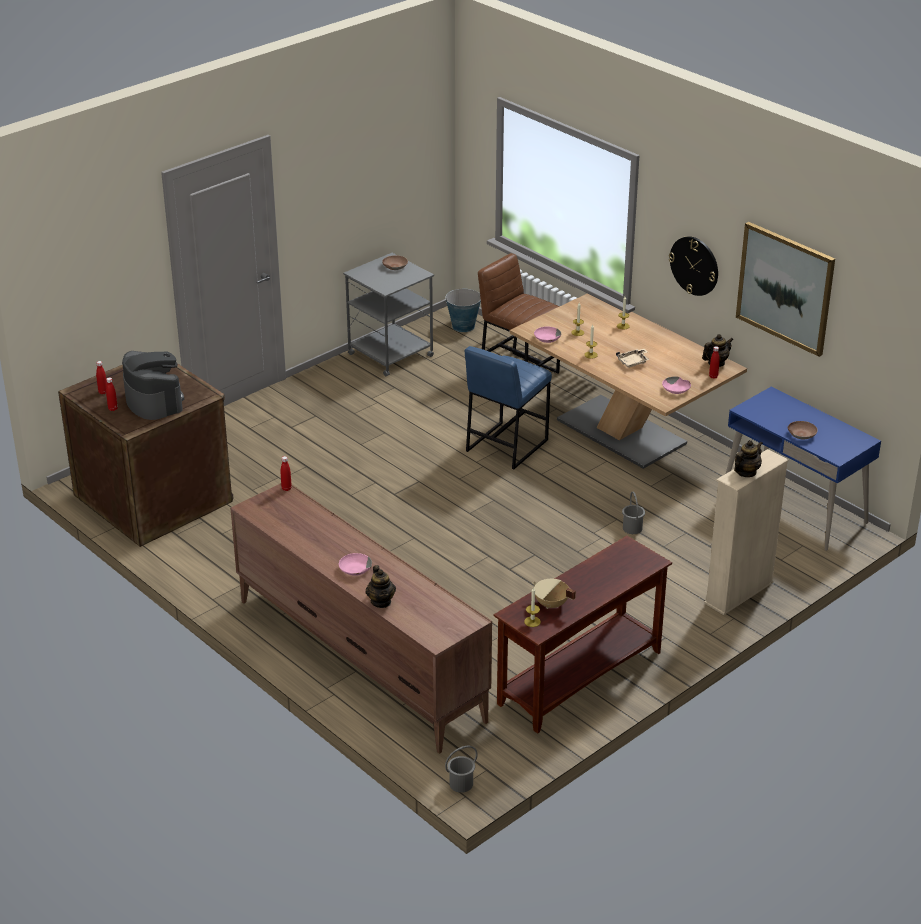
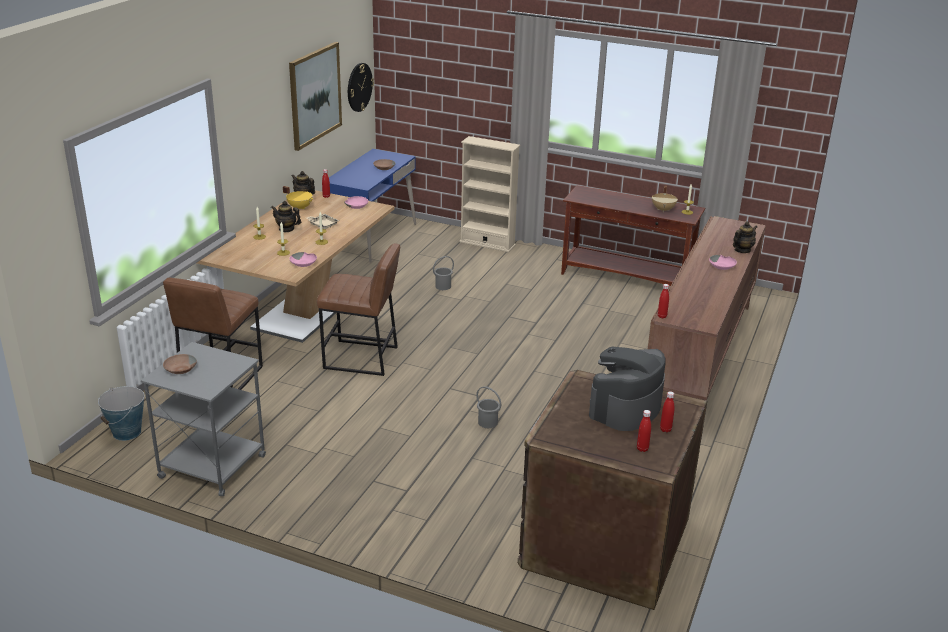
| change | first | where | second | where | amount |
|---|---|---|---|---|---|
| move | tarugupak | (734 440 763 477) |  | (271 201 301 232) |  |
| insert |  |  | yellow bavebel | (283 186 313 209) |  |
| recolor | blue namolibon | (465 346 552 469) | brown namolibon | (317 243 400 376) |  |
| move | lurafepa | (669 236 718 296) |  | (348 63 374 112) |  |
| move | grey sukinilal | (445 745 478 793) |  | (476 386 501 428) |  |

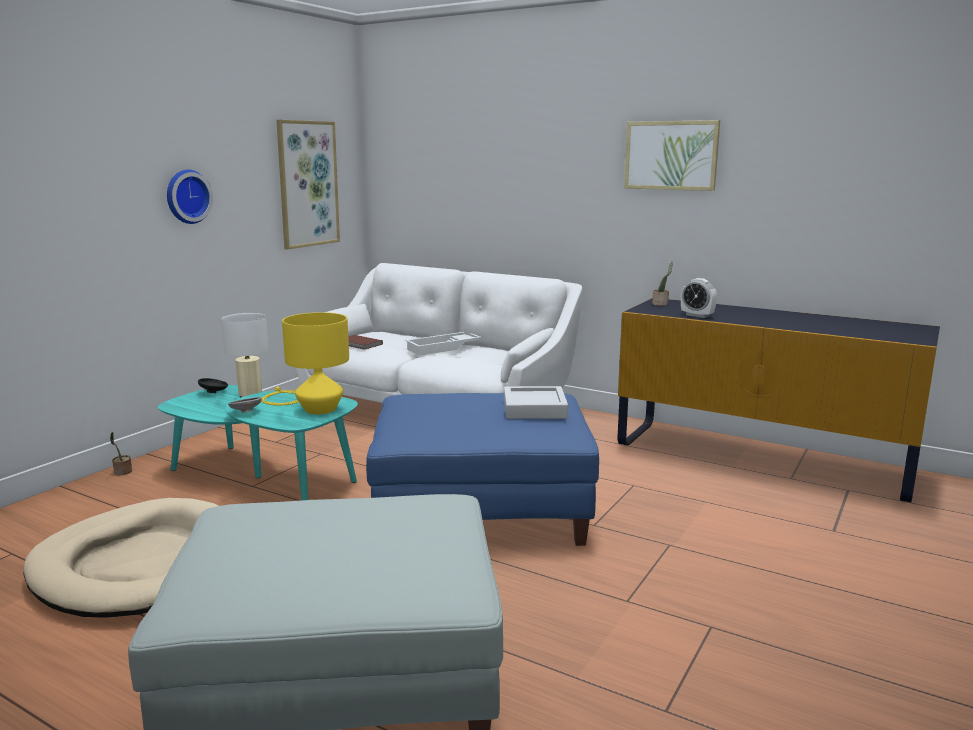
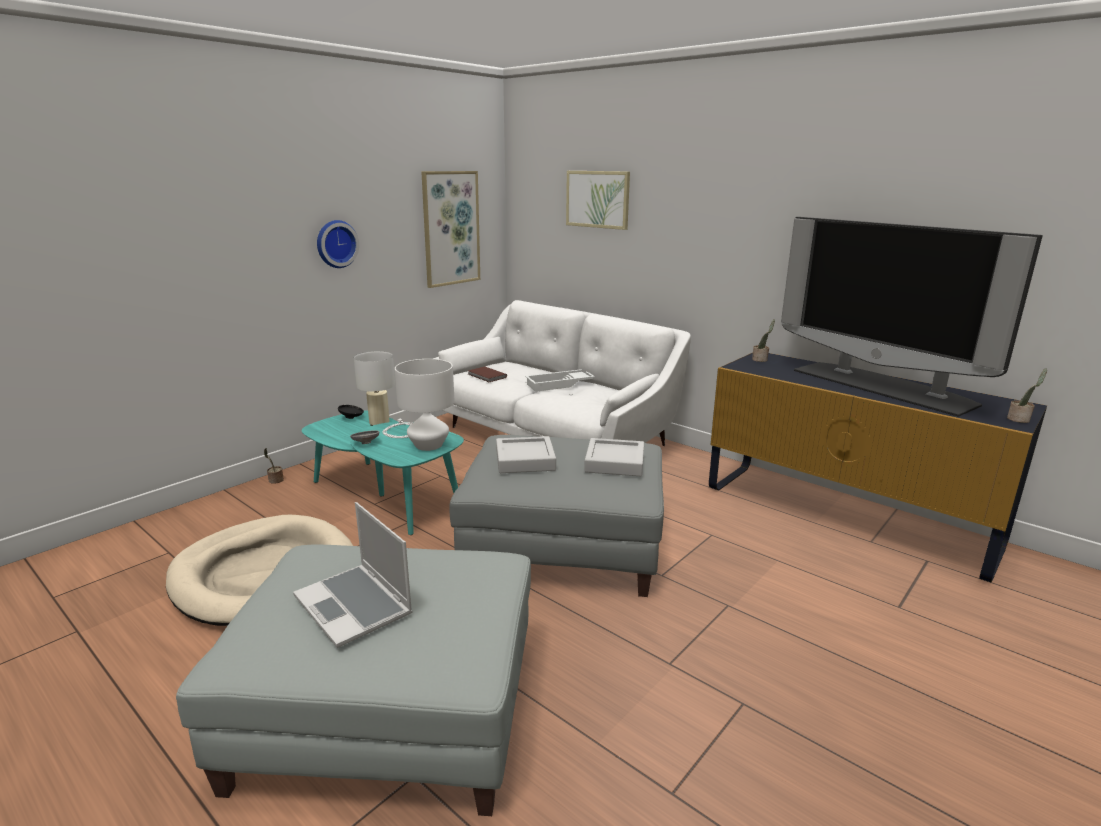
| change | first | where | second | where | amount |
|---|---|---|---|---|---|
| insert |  |  | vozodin | (293 502 412 648) |  |
| recolor | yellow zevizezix | (261 312 349 414) | white zevizezix | (383 359 454 451) |  |
| recolor | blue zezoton | (366 393 599 546) | grey zezoton | (450 435 664 597) |  |
| insert |  |  | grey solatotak | (496 436 556 473) |  |
| move | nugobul | (624 120 720 191) |  | (566 171 630 230) |  |
| insert |  |  | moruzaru | (781 217 1043 417) |  |
| insert |  |  | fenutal | (1007 368 1047 423) |  |
| delete | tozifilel | (681 278 717 318) |  |  |  |

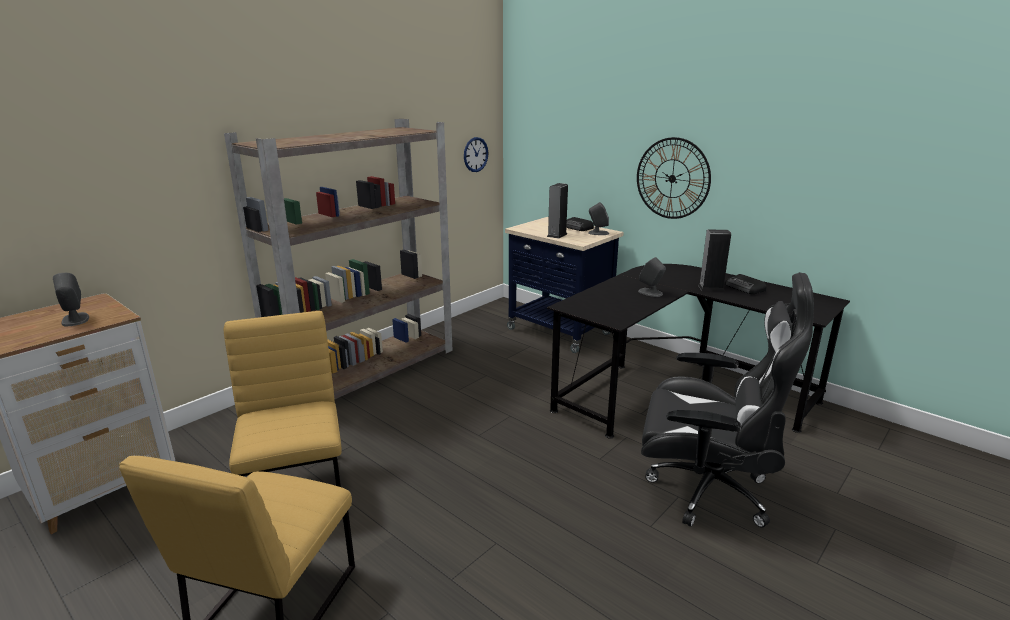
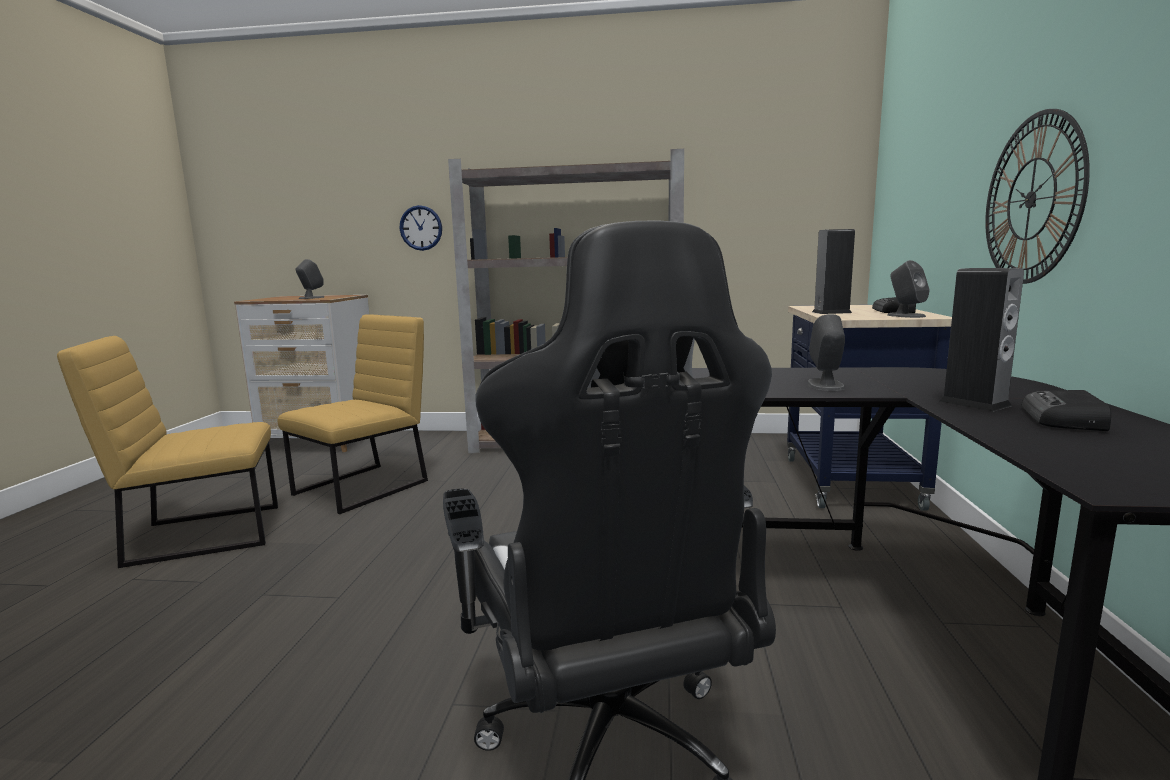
| change | first | where | second | where | amount |
|---|---|---|---|---|---|
| move | lurafepa | (464 137 488 172) |  | (400 205 442 251) |  |

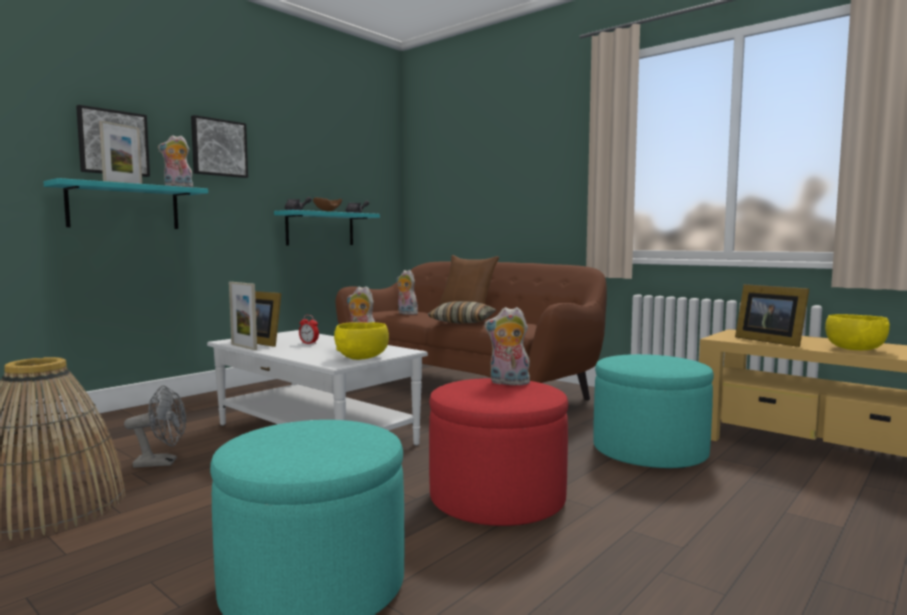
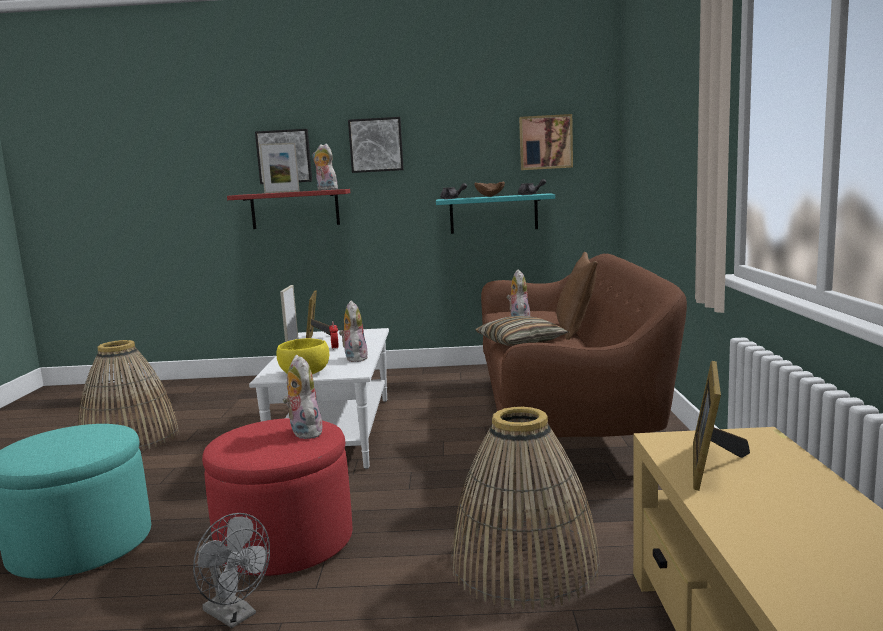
| change | first | where | second | where | amount |
|---|---|---|---|---|---|
| move | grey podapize | (124 385 186 468) |  | (193 513 270 628) |  |
| recolor | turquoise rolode | (43 178 208 229) | red rolode | (227 189 350 229) |  |
| replace | turquoise zezoton | (593 354 714 468) | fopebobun | (451 407 600 610) |  |
| insert |  |  | nugobul | (519 114 573 170) |  |
| delete | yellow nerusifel | (825 314 890 350) |  |  |  |

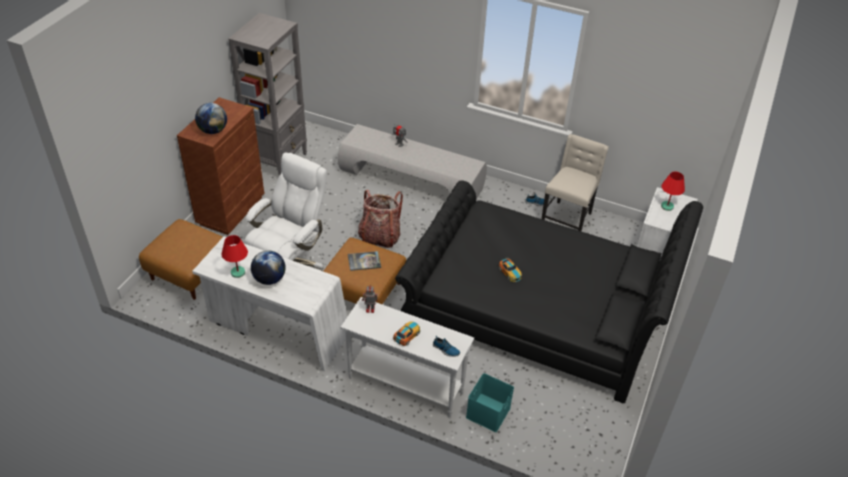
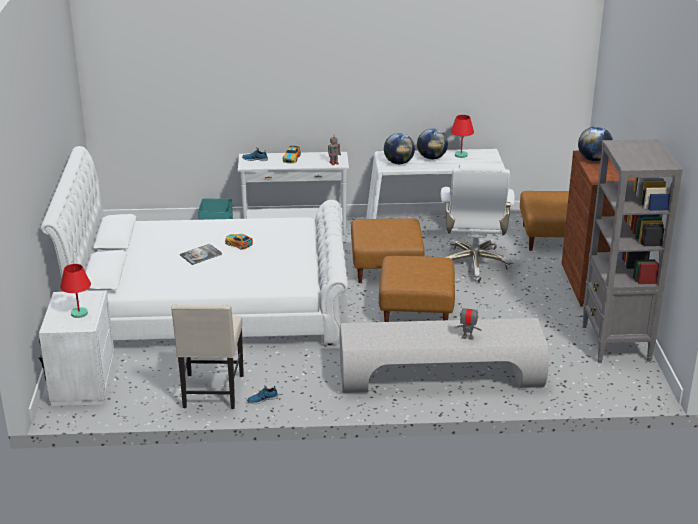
| change | first | where | second | where | amount |
|---|---|---|---|---|---|
| recolor | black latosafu | (395 180 703 404) | white latosafu | (41 146 348 345) |  |
| move | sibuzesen | (348 251 381 271) |  | (180 244 222 265) |  |
| replace | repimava | (358 190 403 248) | brown zezoton | (379 256 455 322) |  |
| insert |  |  | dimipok | (384 133 415 164) |  |

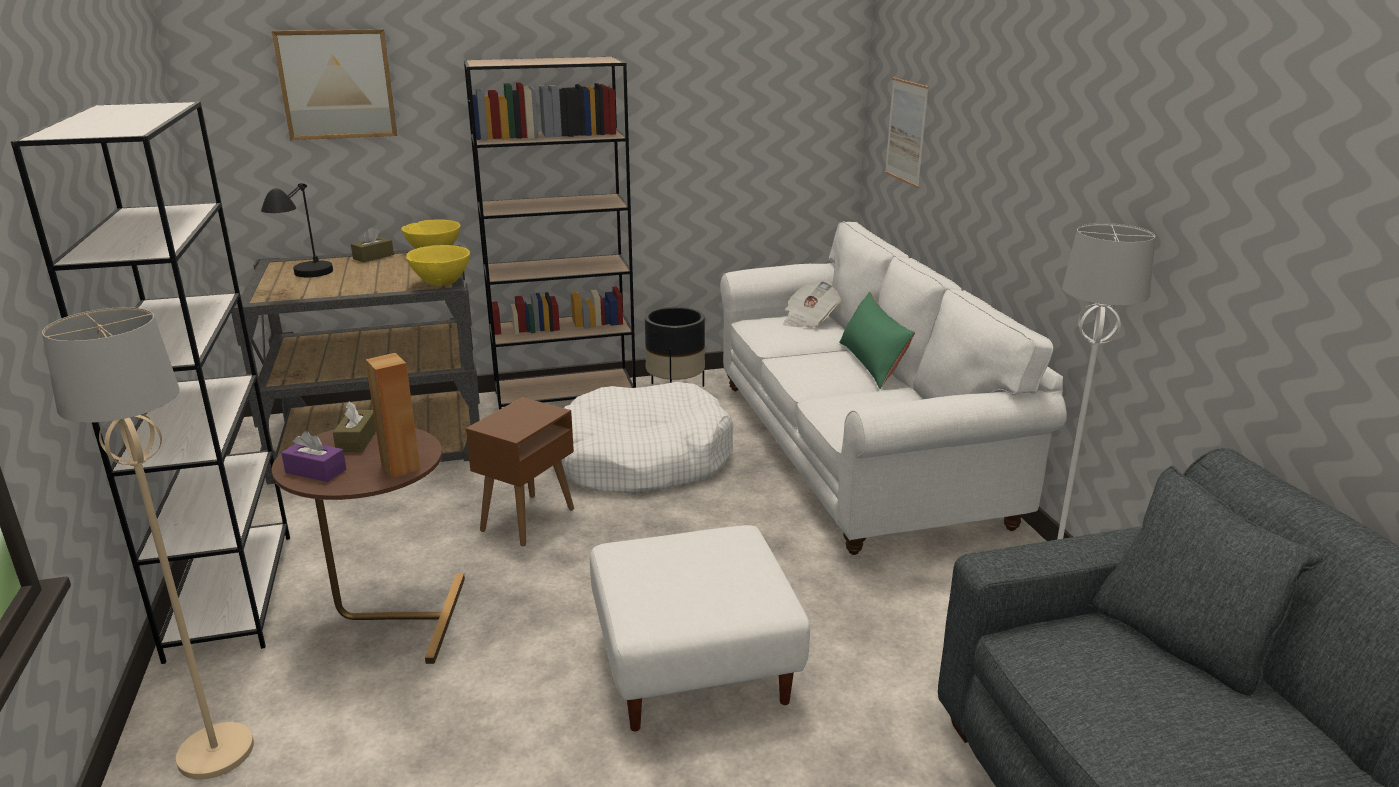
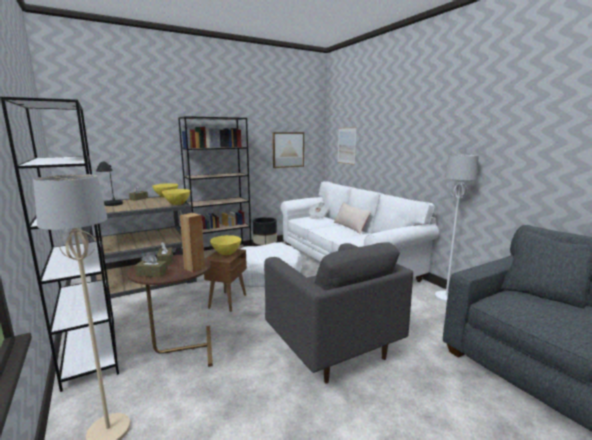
| change | first | where | second | where | amount |
|---|---|---|---|---|---|
| recolor | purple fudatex | (281 431 346 482) | brown fudatex | (135 253 168 277) |  |
| insert |  |  | yellow nerusifel | (210 235 241 255) |  |
| replace | white zezoton | (590 525 810 731) | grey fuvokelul | (264 242 413 384) |  |
| move | nugobul | (272 29 397 140) |  | (272 132 304 168) |  |
| recolor | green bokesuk | (839 292 915 389) | beige bokesuk | (334 202 371 234) |  |

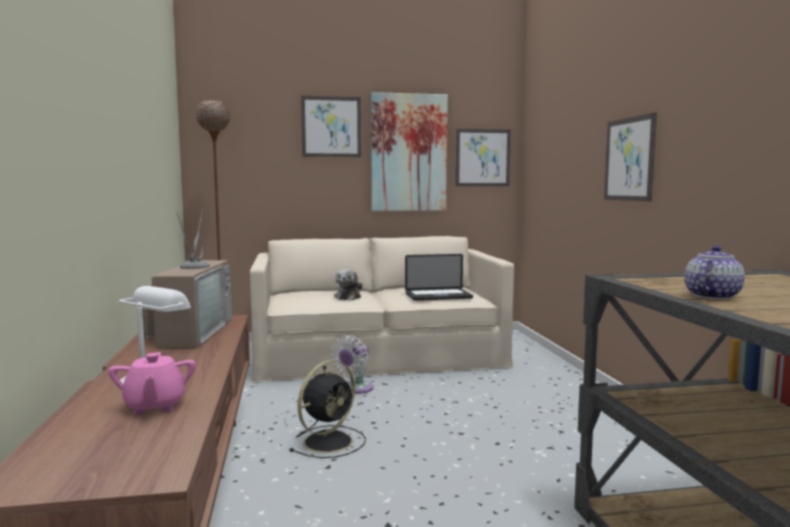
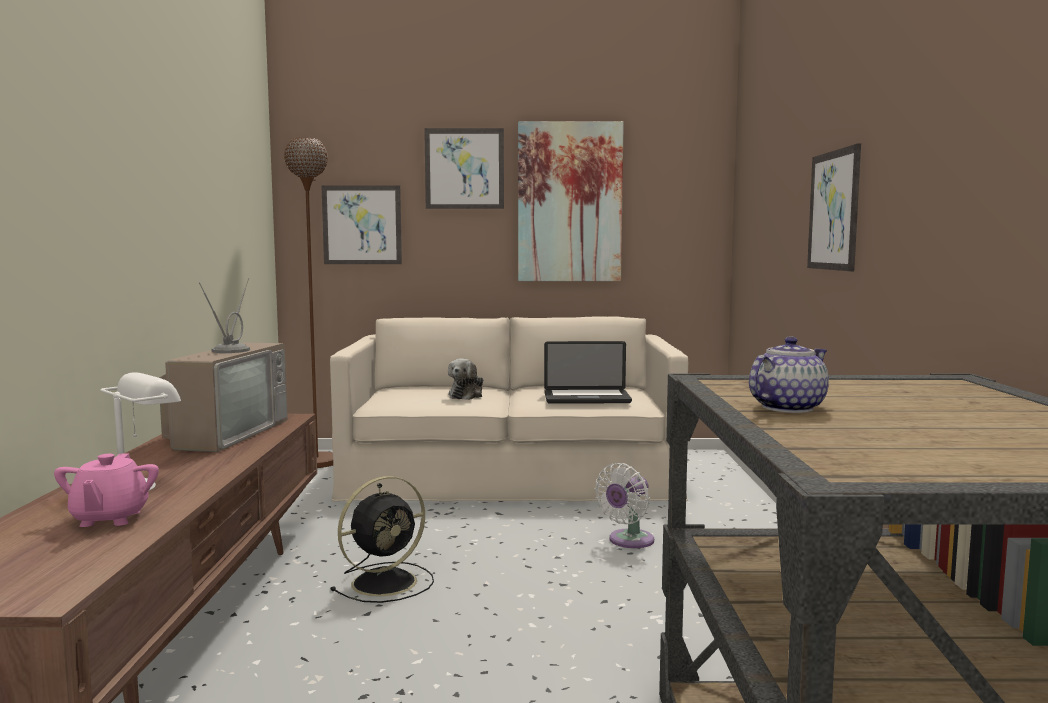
| change | first | where | second | where | amount |
|---|---|---|---|---|---|
| move | nugobul | (455 129 511 186) |  | (321 185 402 264) |  |
| move | white podapize | (331 335 373 394) |  | (595 463 654 548) |  |

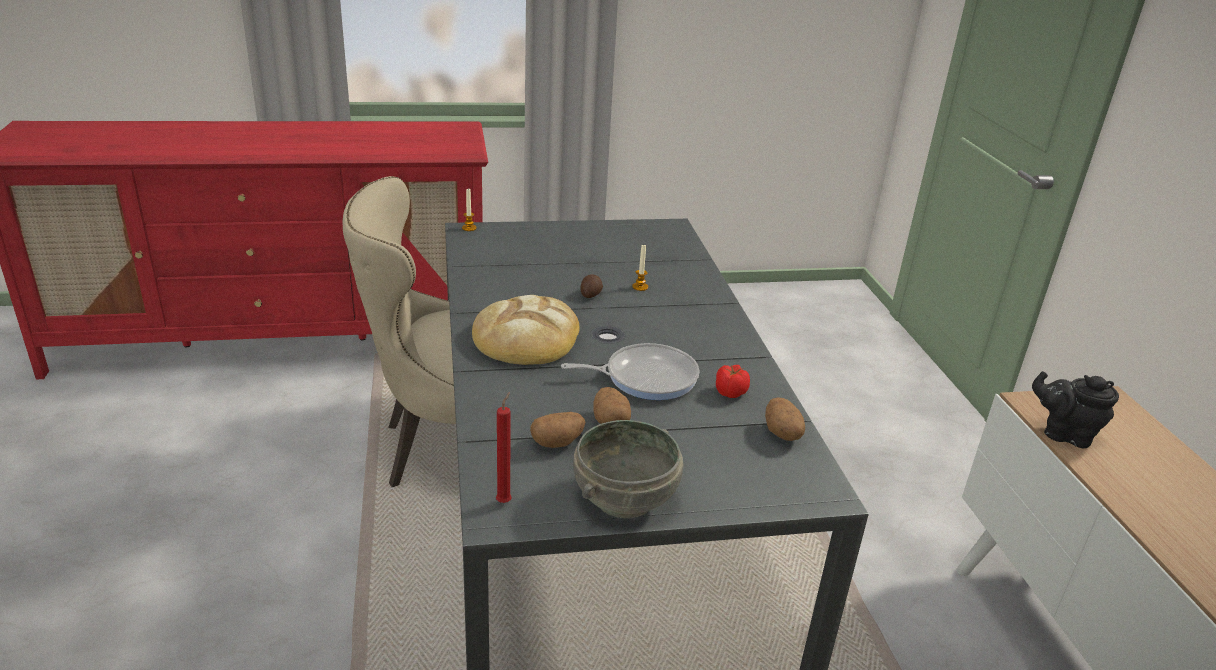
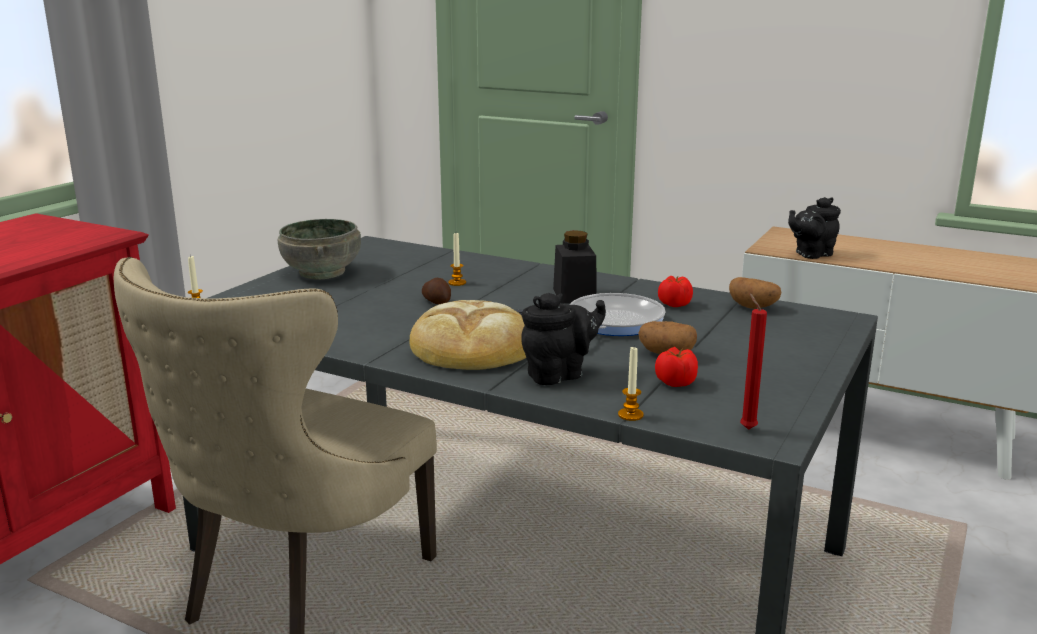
| change | first | where | second | where | amount |
|---|---|---|---|---|---|
| move | grey nerusifel | (573 420 684 518) |  | (278 219 361 280) |  |
| insert |  |  | black tarugupak | (521 293 606 385) |  |
| insert |  |  | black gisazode | (553 230 597 304) |  |
| insert |  |  | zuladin | (618 347 644 421) |  |
| replace | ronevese | (530 412 585 448) | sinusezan | (655 347 698 387) |  |

